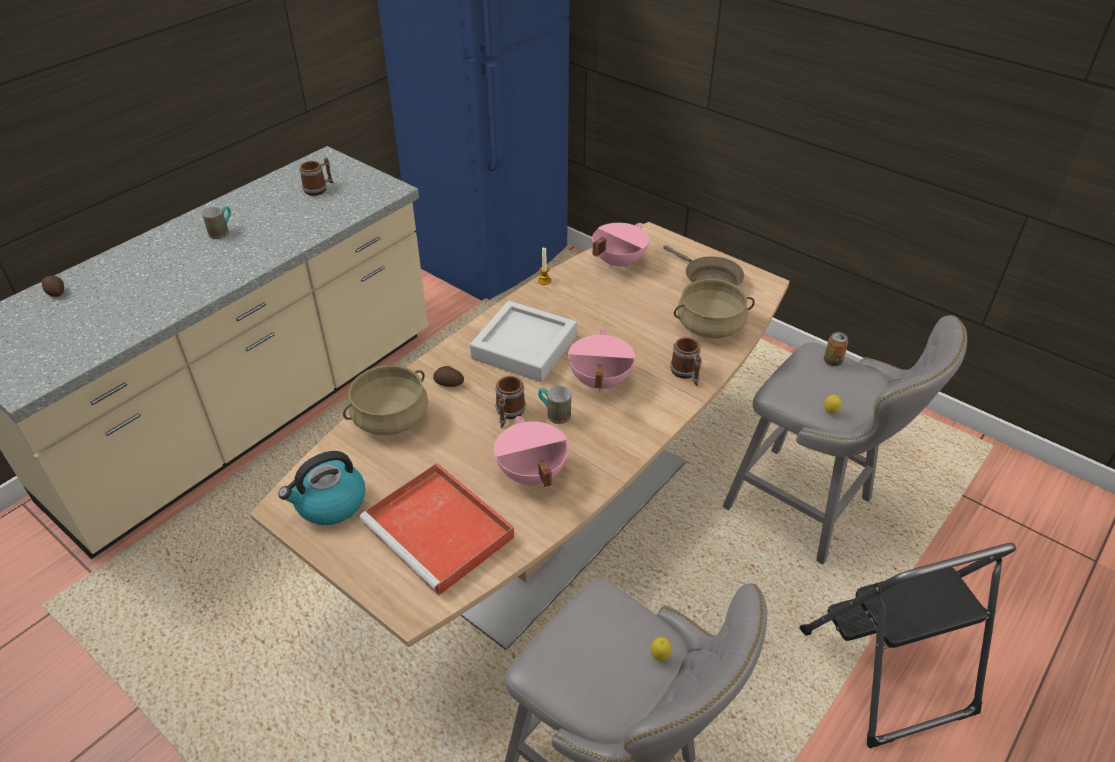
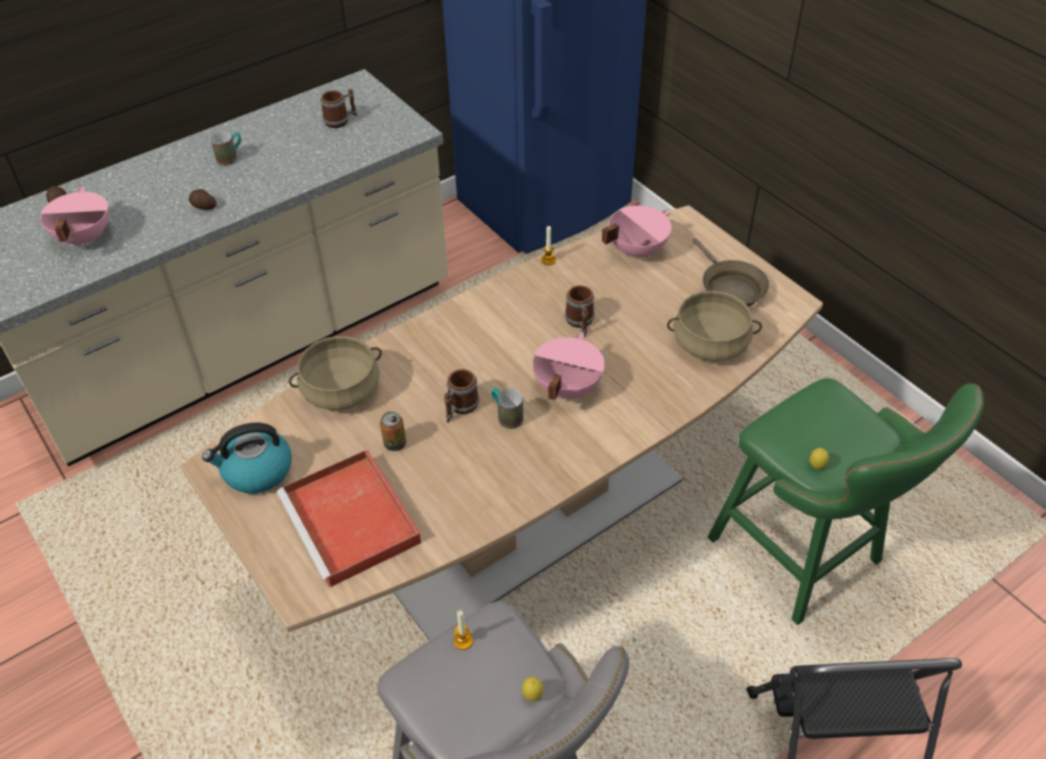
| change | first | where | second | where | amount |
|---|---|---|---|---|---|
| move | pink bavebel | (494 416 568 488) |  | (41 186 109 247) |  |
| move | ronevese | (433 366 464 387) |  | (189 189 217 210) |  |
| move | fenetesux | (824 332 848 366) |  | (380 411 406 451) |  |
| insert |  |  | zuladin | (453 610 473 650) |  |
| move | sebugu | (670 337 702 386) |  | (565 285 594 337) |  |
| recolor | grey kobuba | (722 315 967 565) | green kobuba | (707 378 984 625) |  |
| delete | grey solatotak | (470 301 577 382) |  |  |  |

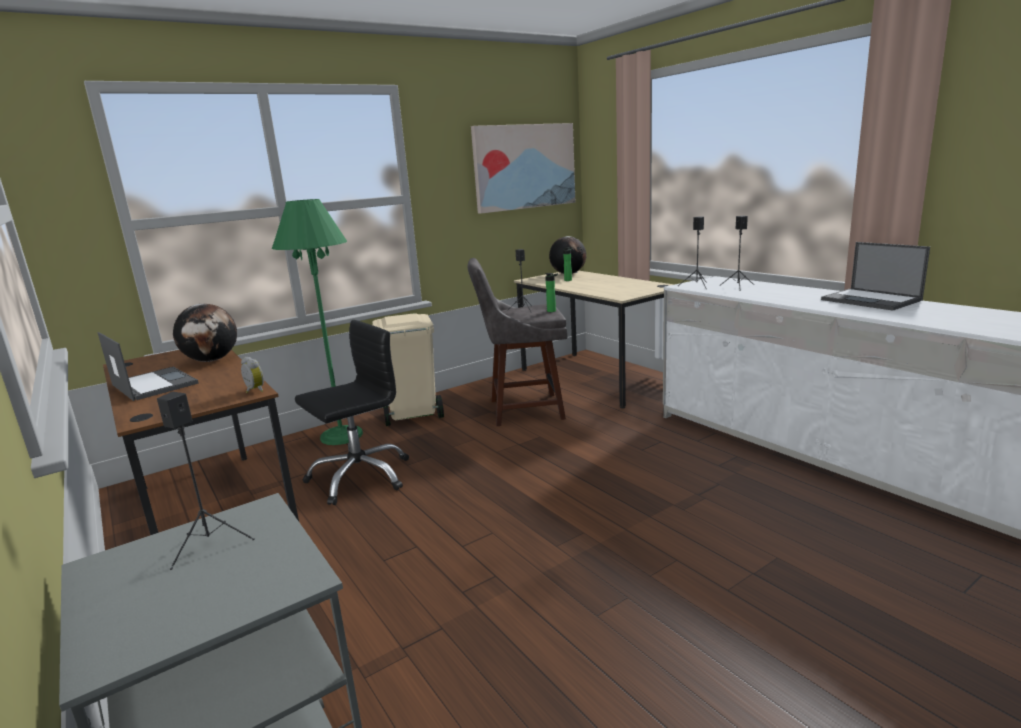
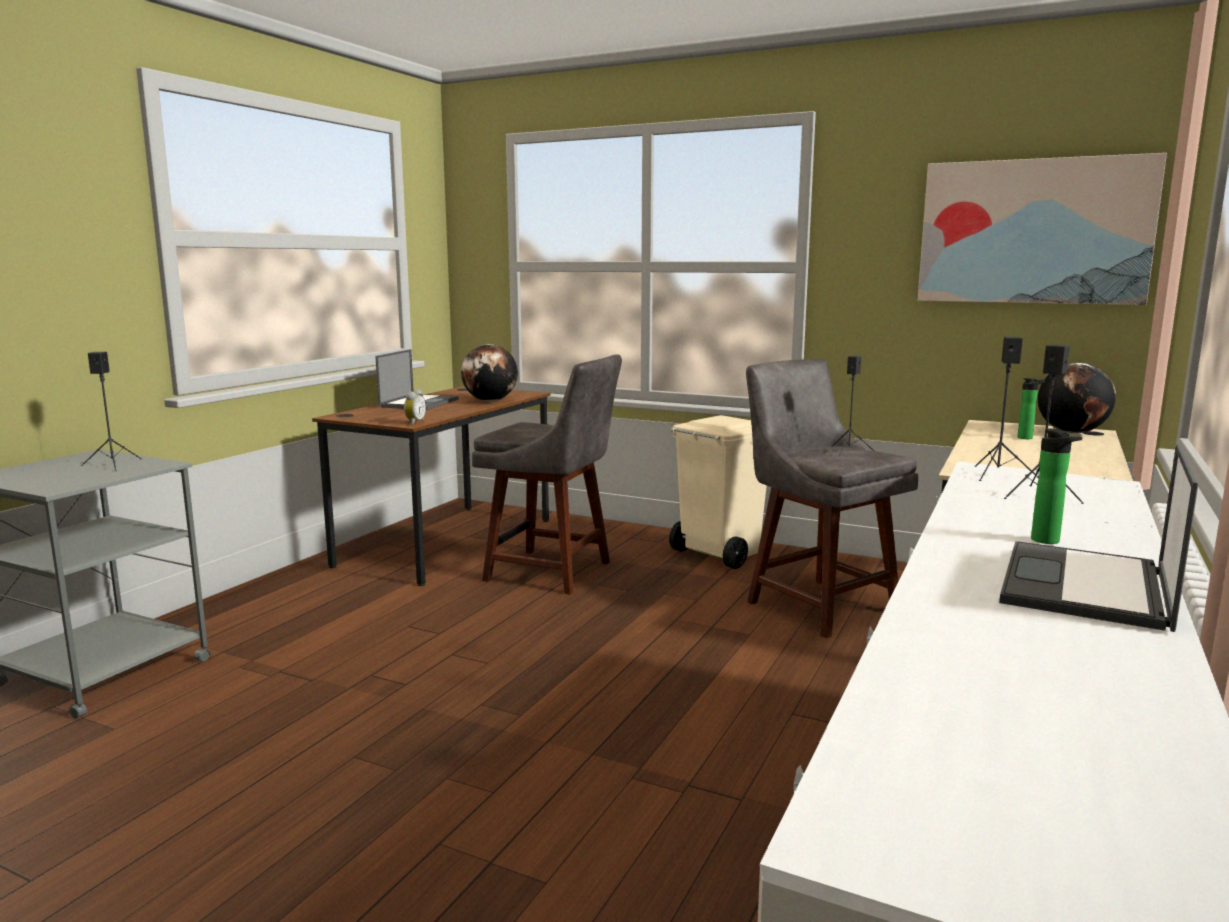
| change | first | where | second | where | amount |
|---|---|---|---|---|---|
| replace | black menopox | (295 320 409 505) | grey kobuba | (472 354 622 595) |  |
| move | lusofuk | (545 273 558 312) |  | (1031 428 1082 544) |  |
| delete | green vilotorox | (272 199 363 445) |  |  |  |

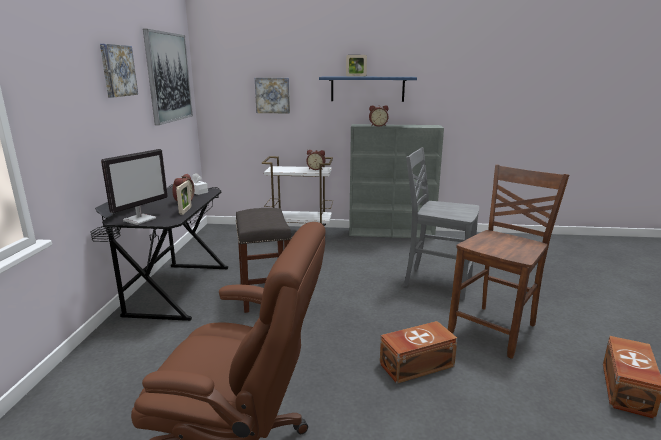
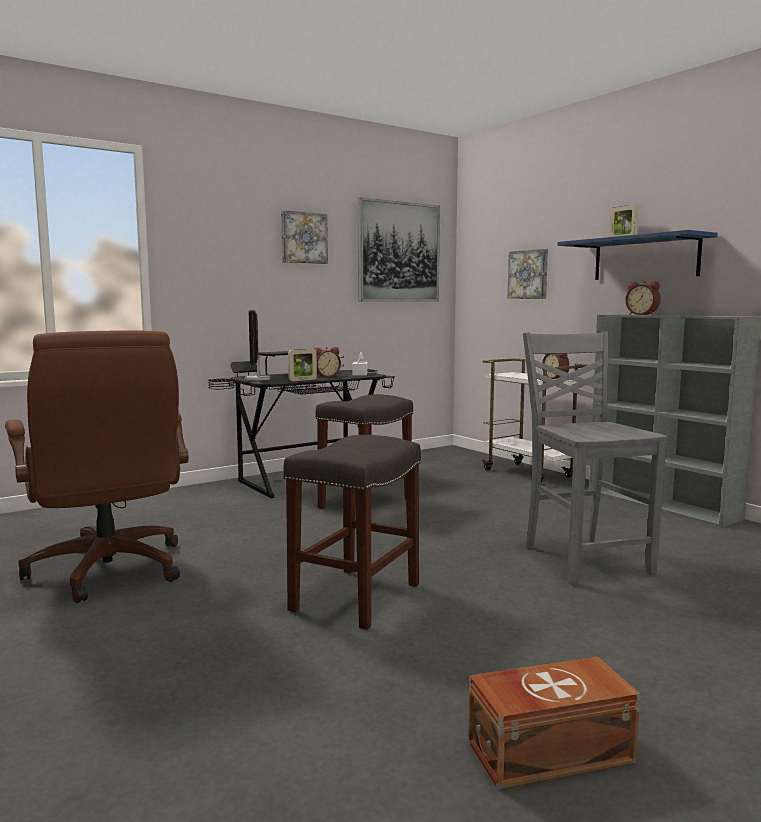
| change | first | where | second | where | amount |
|---|---|---|---|---|---|
| rotate | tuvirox | (101 149 168 225) |  | (244 310 270 380) | 90 degrees clockwise |
| replace | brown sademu | (380 321 457 384) | grey kobuba | (283 435 421 630) |  |
| delete | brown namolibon | (448 165 569 359) |  |  |  |

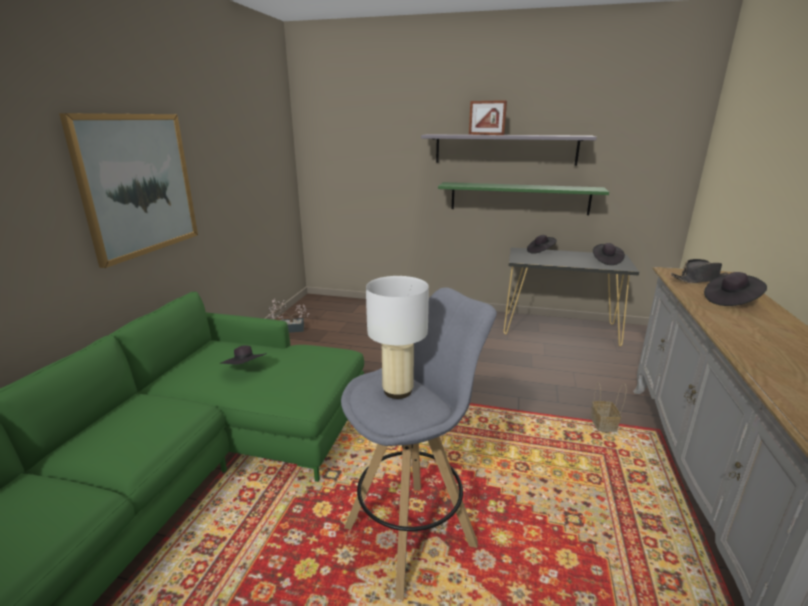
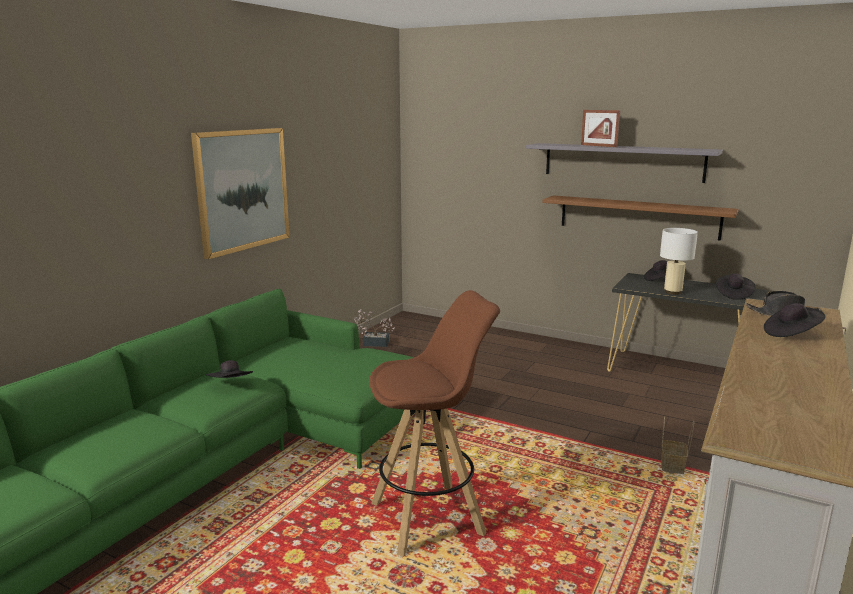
| change | first | where | second | where | amount |
|---|---|---|---|---|---|
| move | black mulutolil | (221 345 267 364) |  | (205 360 253 378) |  |
| recolor | grey kobuba | (341 287 497 600) | brown kobuba | (369 290 500 557) |  |
| recolor | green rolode | (438 182 609 215) | brown rolode | (542 195 739 241) |  |
| move | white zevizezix | (366 276 429 399) |  | (660 228 698 295) |  |

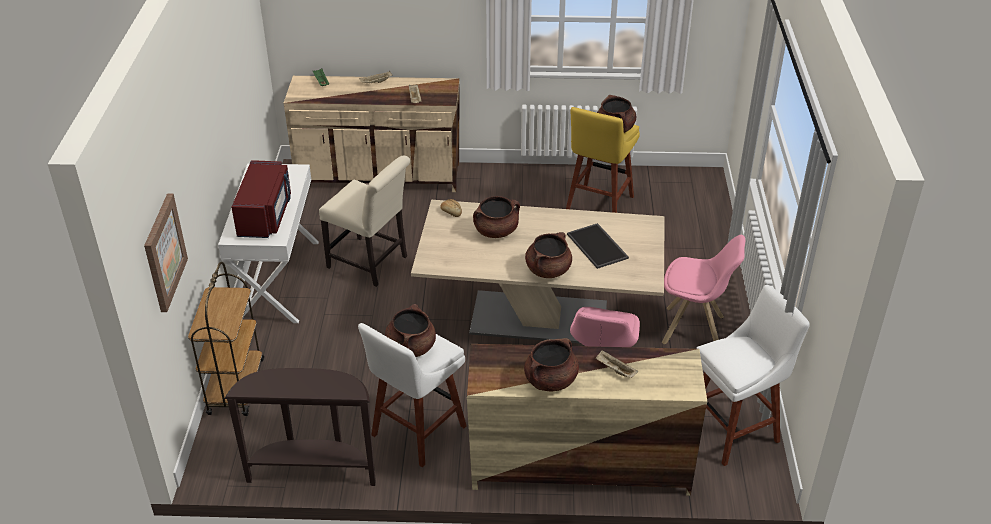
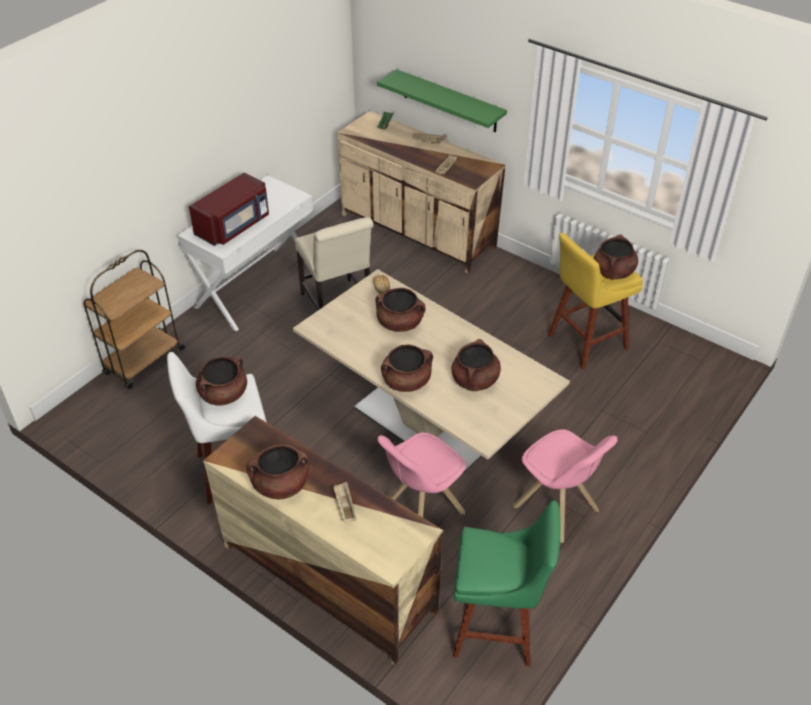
| change | first | where | second | where | amount |
|---|---|---|---|---|---|
| insert |  |  | green rolode | (377 69 507 132) |  |
| replace | solatotak | (567 223 629 269) | brown bavebel | (452 339 501 391) |  |
| recolor | white kobuba | (696 285 810 466) | green kobuba | (453 500 561 667) |  |
| delete | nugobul | (144 193 188 312) |  |  |  |
| delete | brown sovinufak | (224 368 376 486) |  |  |  |

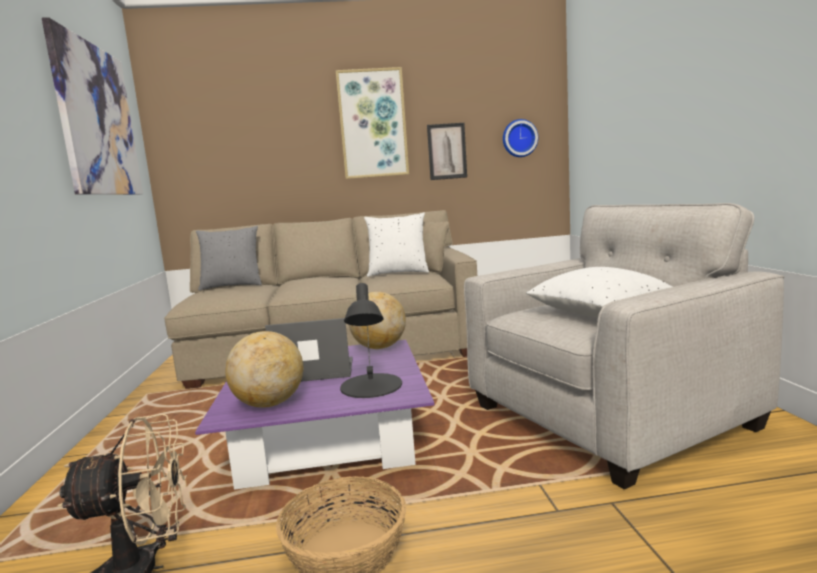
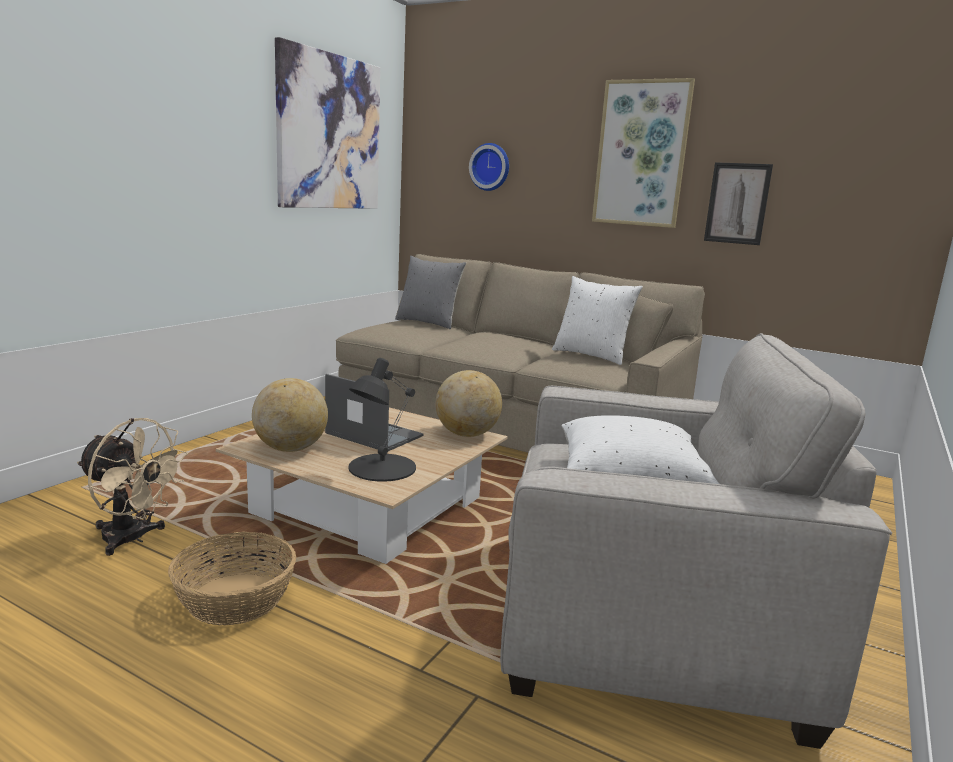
| change | first | where | second | where | amount |
|---|---|---|---|---|---|
| recolor | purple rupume | (195 340 434 490) | beige rupume | (216 407 508 564) |  |
| move | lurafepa | (503 119 538 157) |  | (469 143 509 191) |  |

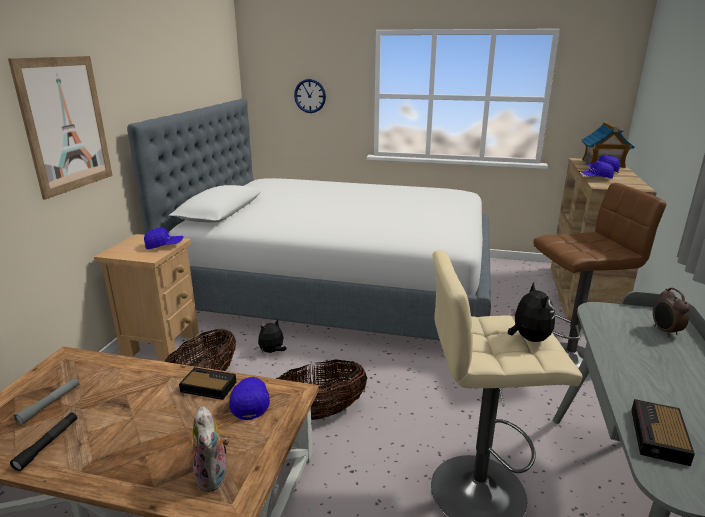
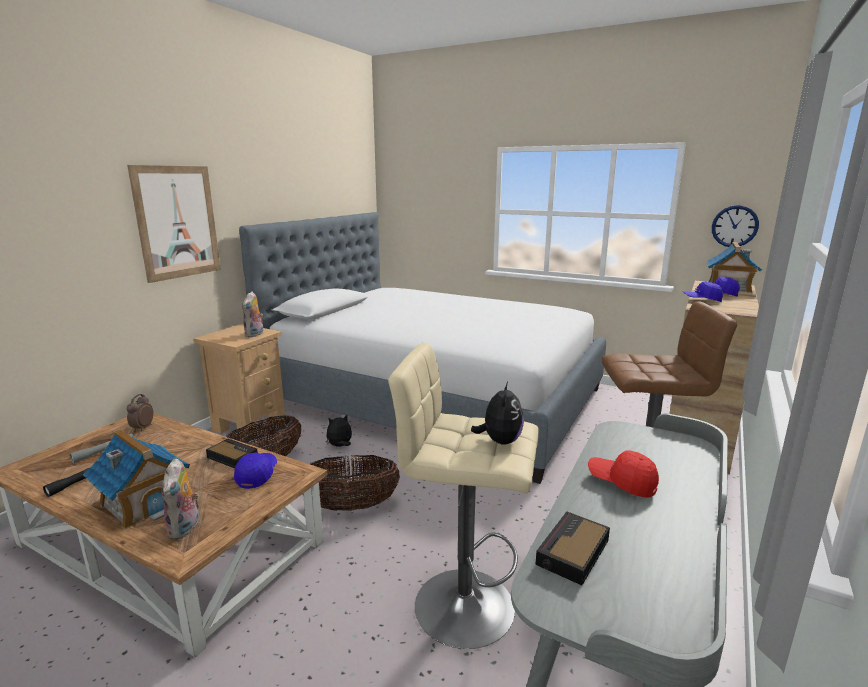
| change | first | where | second | where | amount |
|---|---|---|---|---|---|
| insert |  |  | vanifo | (83 429 190 529) |  |
| move | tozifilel | (653 288 690 337) |  | (127 394 154 432) |  |
| replace | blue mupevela | (144 228 184 249) | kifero | (242 291 263 337) |  |
| insert |  |  | red mupevela | (588 450 659 498) |  |
| move | lurafepa | (294 79 326 113) |  | (712 205 759 247) |  |

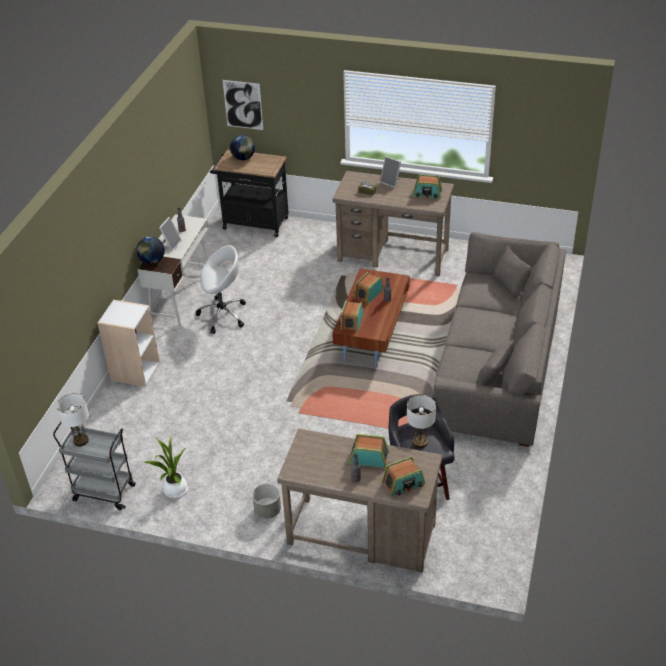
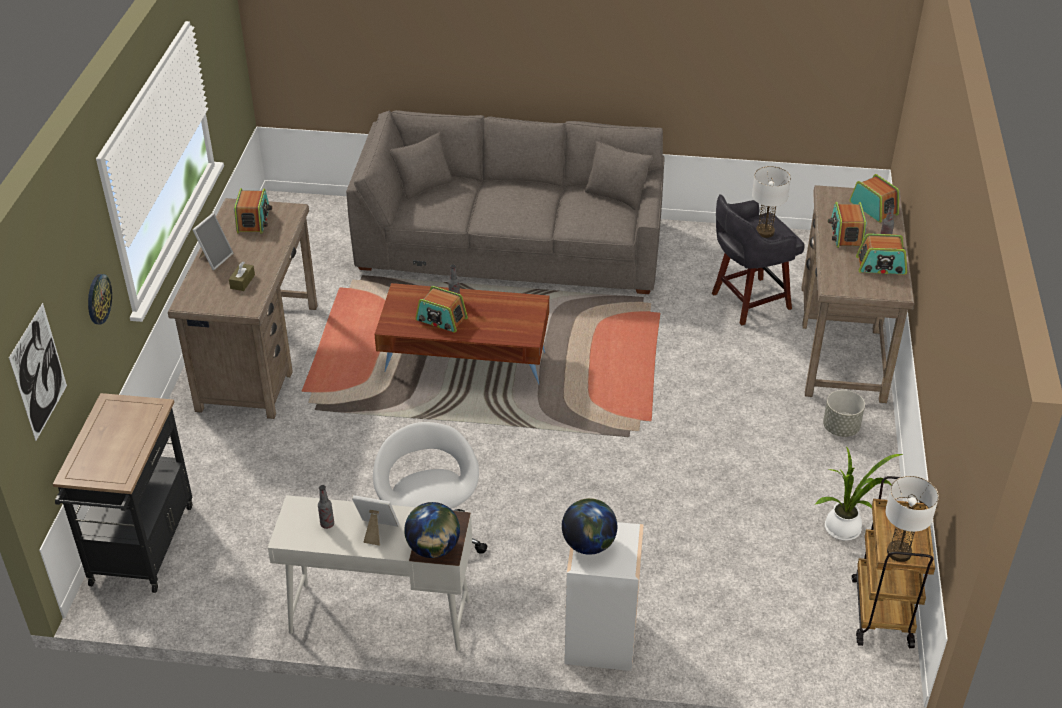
| change | first | where | second | where | amount |
|---|---|---|---|---|---|
| insert |  |  | lurafepa | (88 274 112 324) |  |
| move | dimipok | (230 135 255 160) |  | (562 498 617 555) |  |
| recolor | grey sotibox | (53 422 135 510) | brown sotibox | (852 476 935 648) |  |
| move | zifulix | (339 300 363 332) |  | (856 233 907 274) |  |

